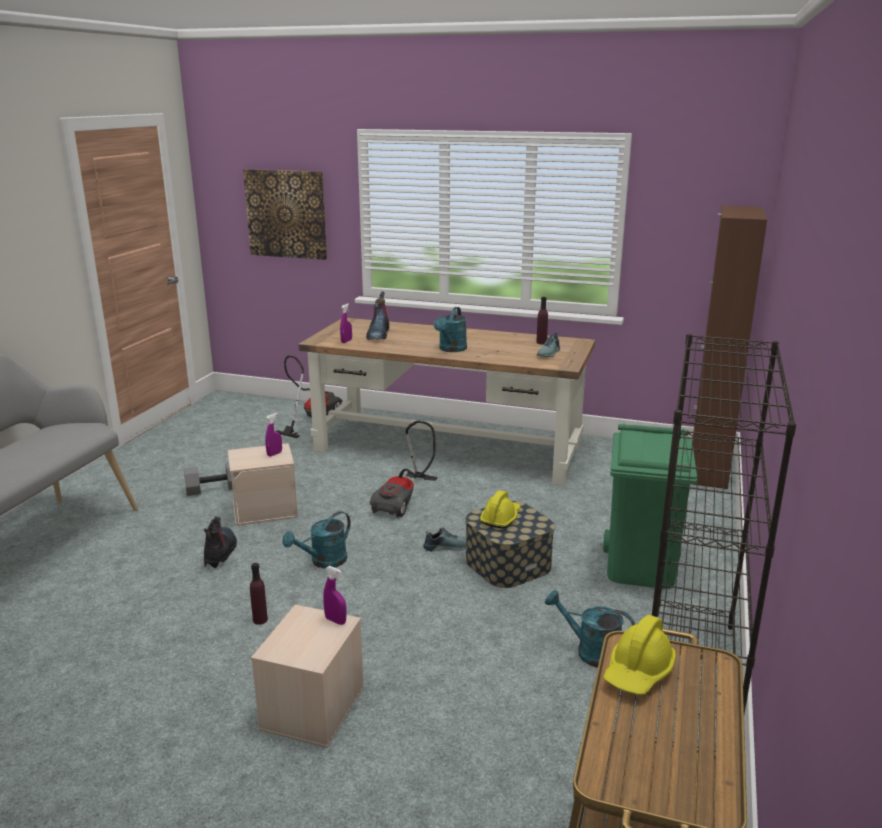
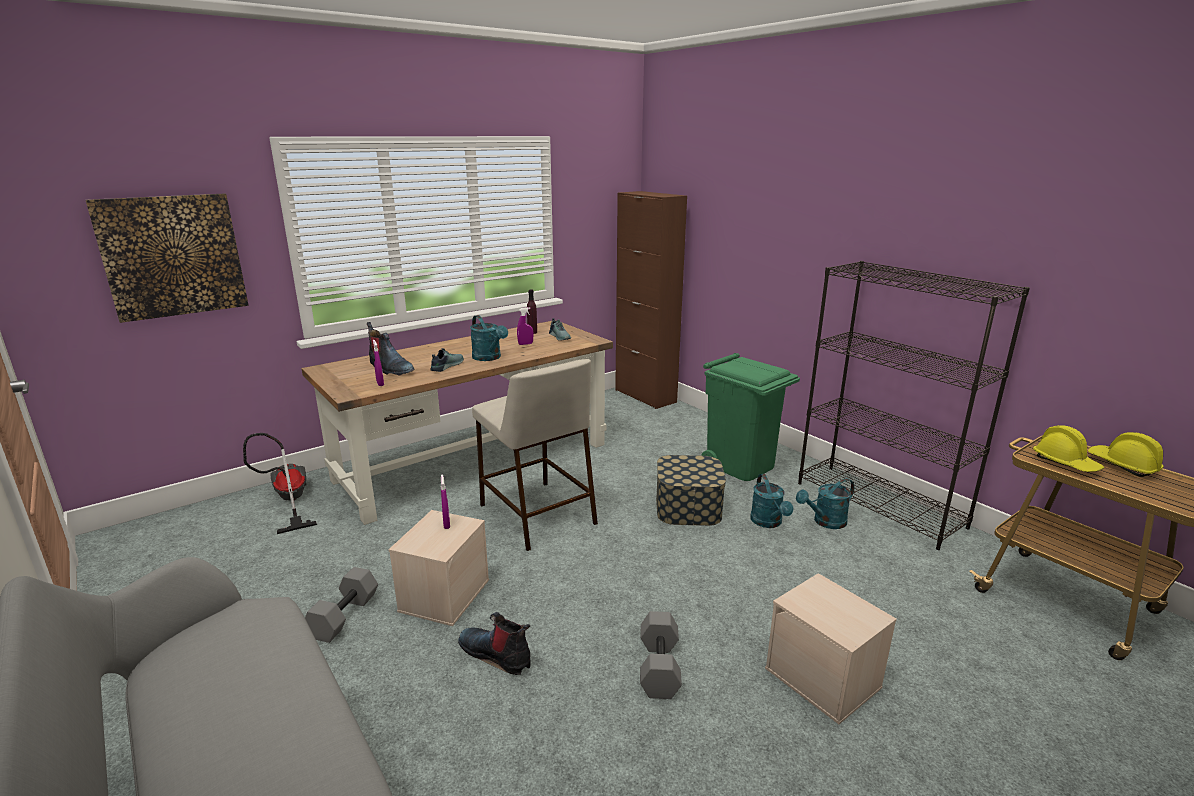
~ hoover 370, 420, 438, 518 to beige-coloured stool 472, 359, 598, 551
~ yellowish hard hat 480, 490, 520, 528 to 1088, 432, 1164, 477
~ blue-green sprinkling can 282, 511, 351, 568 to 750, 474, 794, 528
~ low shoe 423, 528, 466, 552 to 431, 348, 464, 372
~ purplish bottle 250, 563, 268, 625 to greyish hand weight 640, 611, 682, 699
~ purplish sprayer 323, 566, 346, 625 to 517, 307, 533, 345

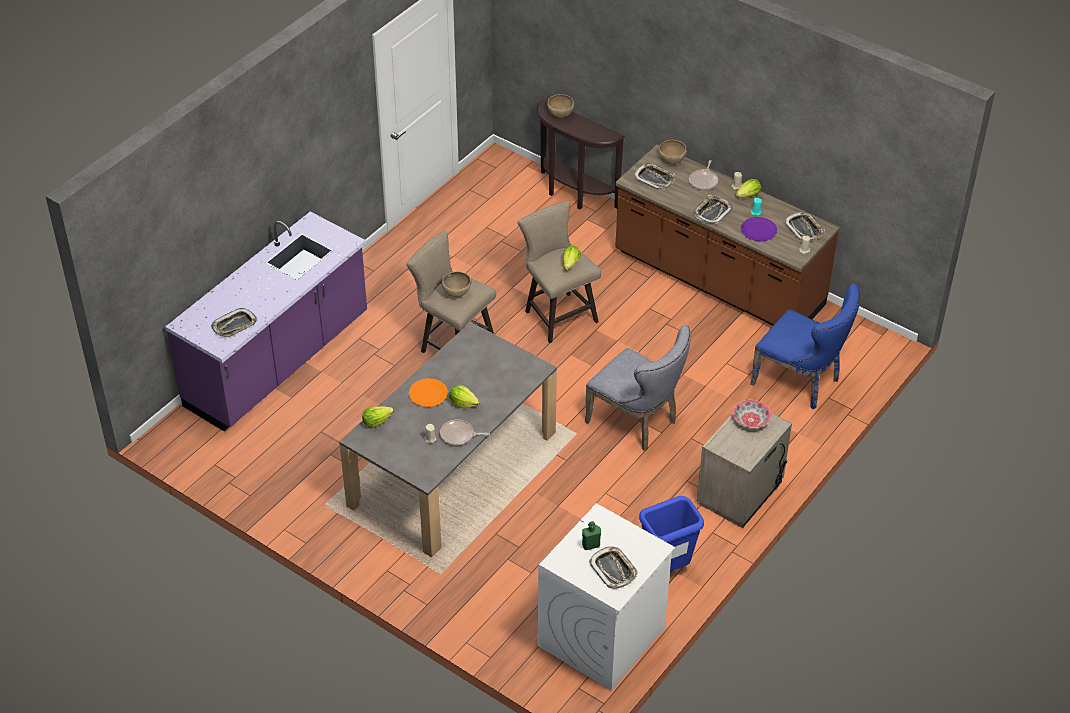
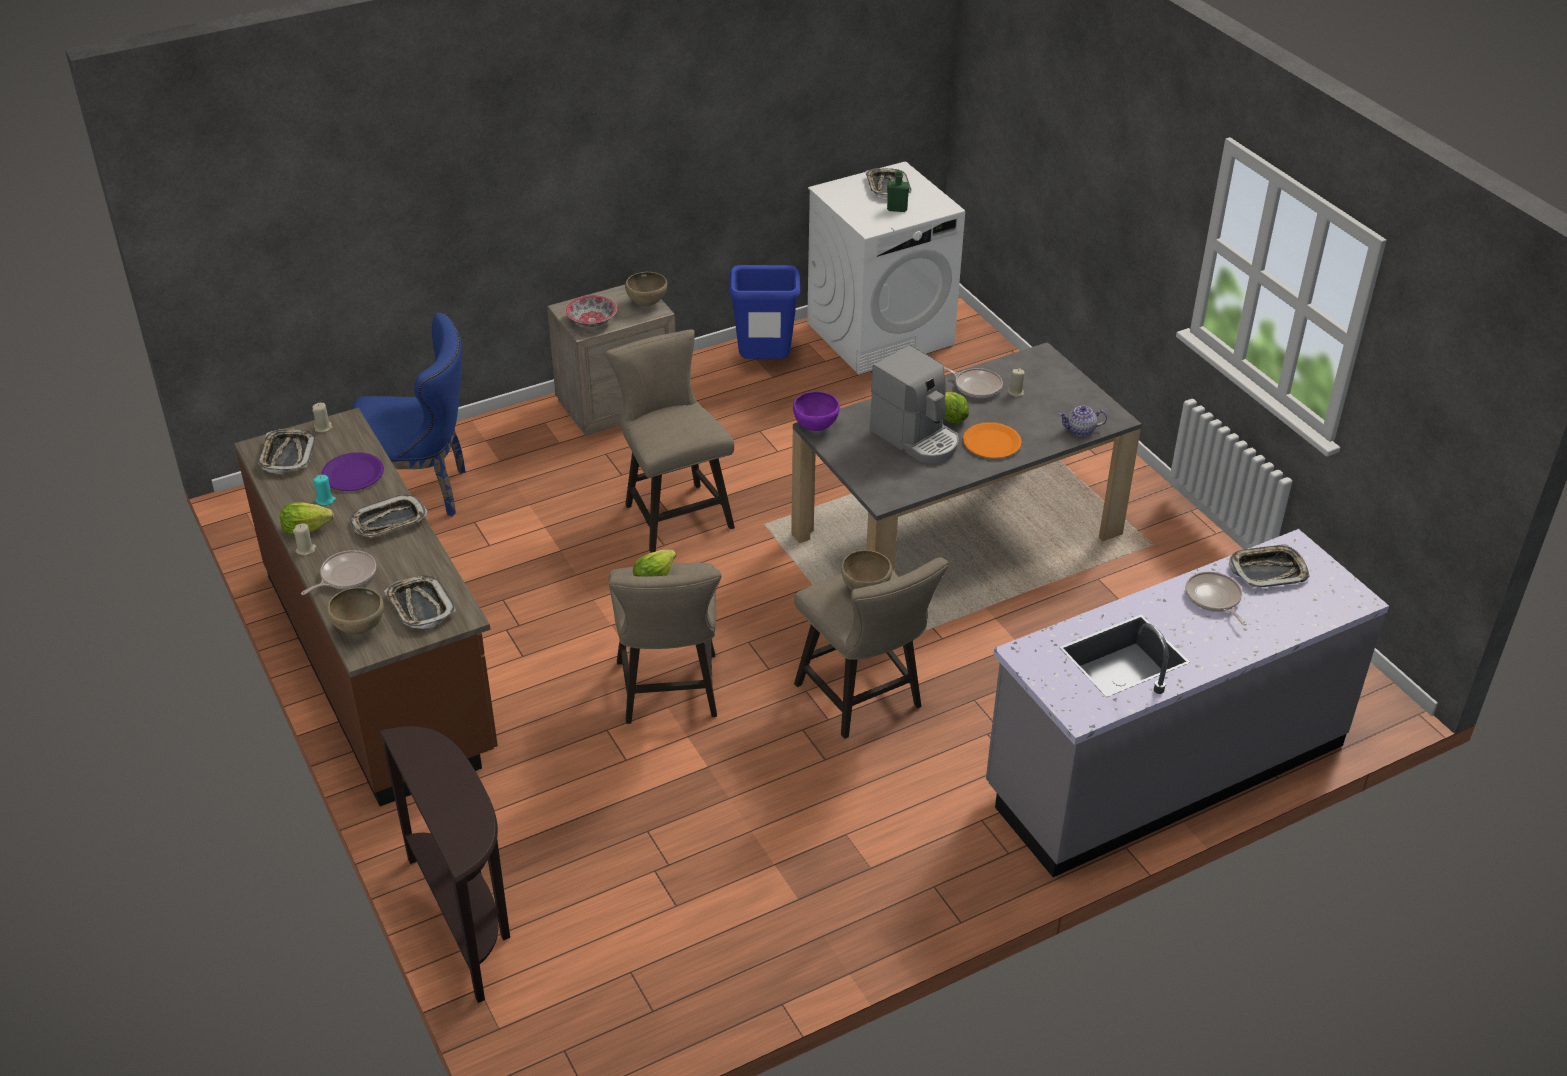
~ brown-coloured deep dish 547, 94, 574, 118 to 625, 272, 667, 306
~ purplish kitchen base unit 165, 212, 367, 431 to greyish kitchen base unit 986, 529, 1389, 877
~ bluish plain chair 750, 283, 860, 409 = 352, 313, 465, 517 120 degrees clockwise
~ greyish plain chair 585, 325, 691, 451 to beige-coloured stool 605, 329, 735, 553
~ head of lettuce 362, 406, 394, 428 to pot for tea 1059, 406, 1107, 436
+ coffee brewer 870, 345, 959, 463
+ purplish deep dish 793, 391, 840, 431
+ pan 1185, 572, 1247, 625

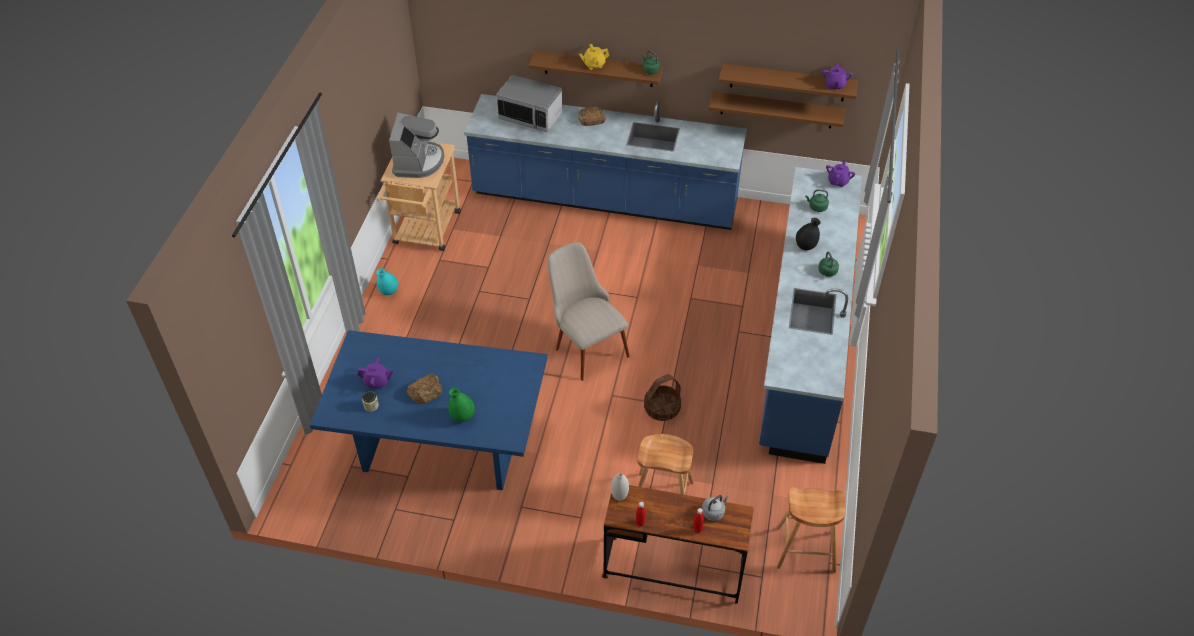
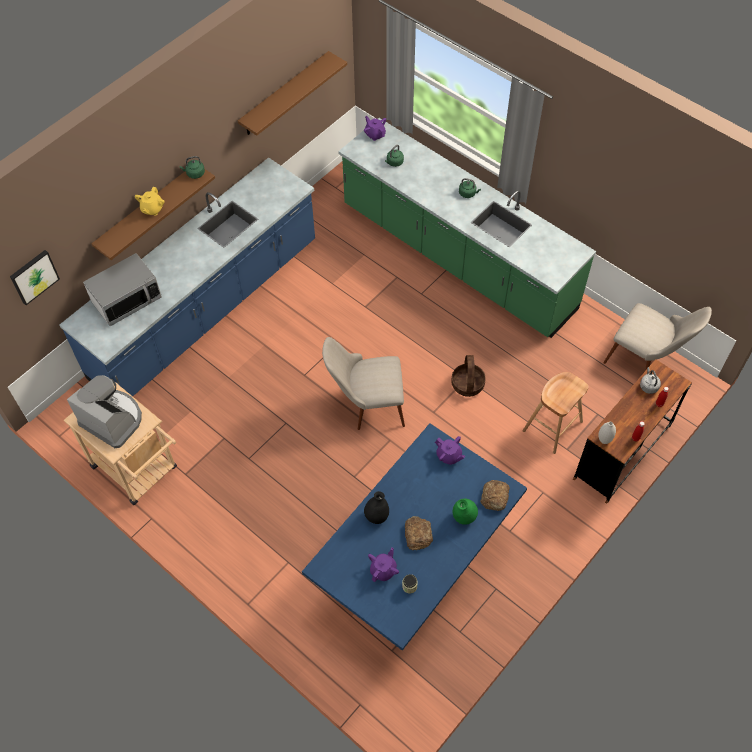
~ purplish pot for tea 822, 63, 853, 90 to 435, 436, 465, 465
- brown-coloured wall shelf 709, 92, 845, 129
~ baked bread 578, 107, 606, 126 to 480, 480, 510, 511
~ bluish kitchen base unit 759, 167, 862, 464 to green kitchen base unit 338, 118, 596, 338
~ black-coloured vase 796, 218, 821, 250 to 364, 491, 389, 524
- blue-green vase 376, 268, 398, 295
~ brown-coloured stool 776, 487, 845, 573 to beige-coloured plain chair 603, 303, 712, 371
+ wall picture 10, 250, 60, 305

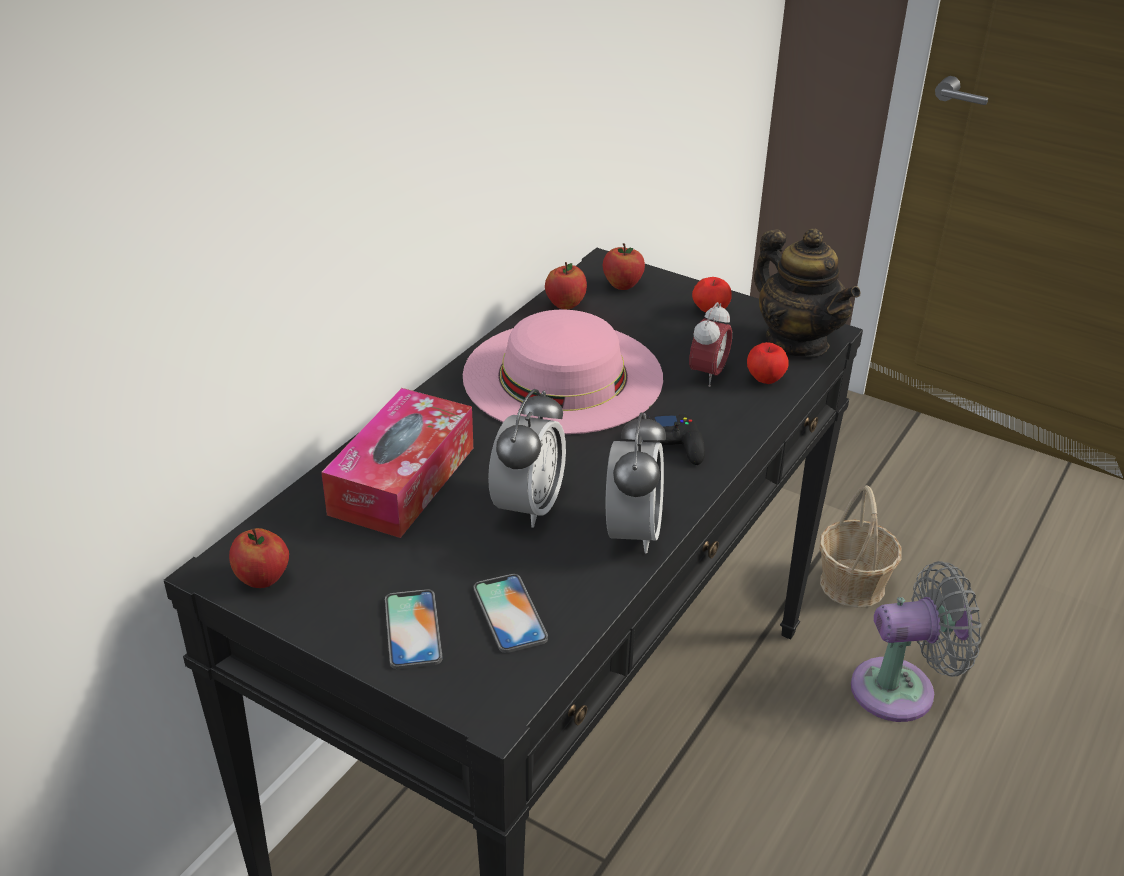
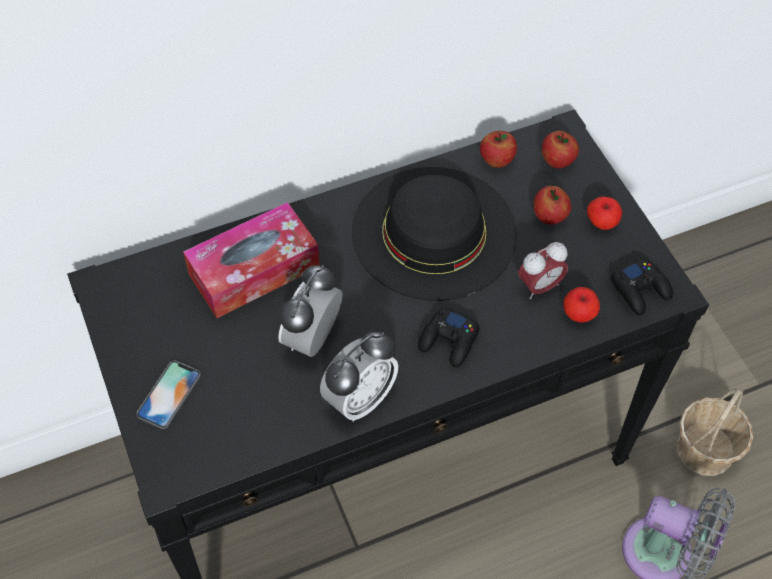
~ pot for tea 754, 229, 861, 357 to black-coloured joypad 611, 257, 673, 315
~ pinkish wearable hat 463, 310, 663, 434 to black-coloured wearable hat 352, 167, 517, 301
~ alarm clock 488, 389, 566, 528 = 278, 265, 342, 357 150 degrees clockwise
~ apple 229, 528, 289, 588 to 533, 186, 571, 225
- phone 474, 574, 548, 653

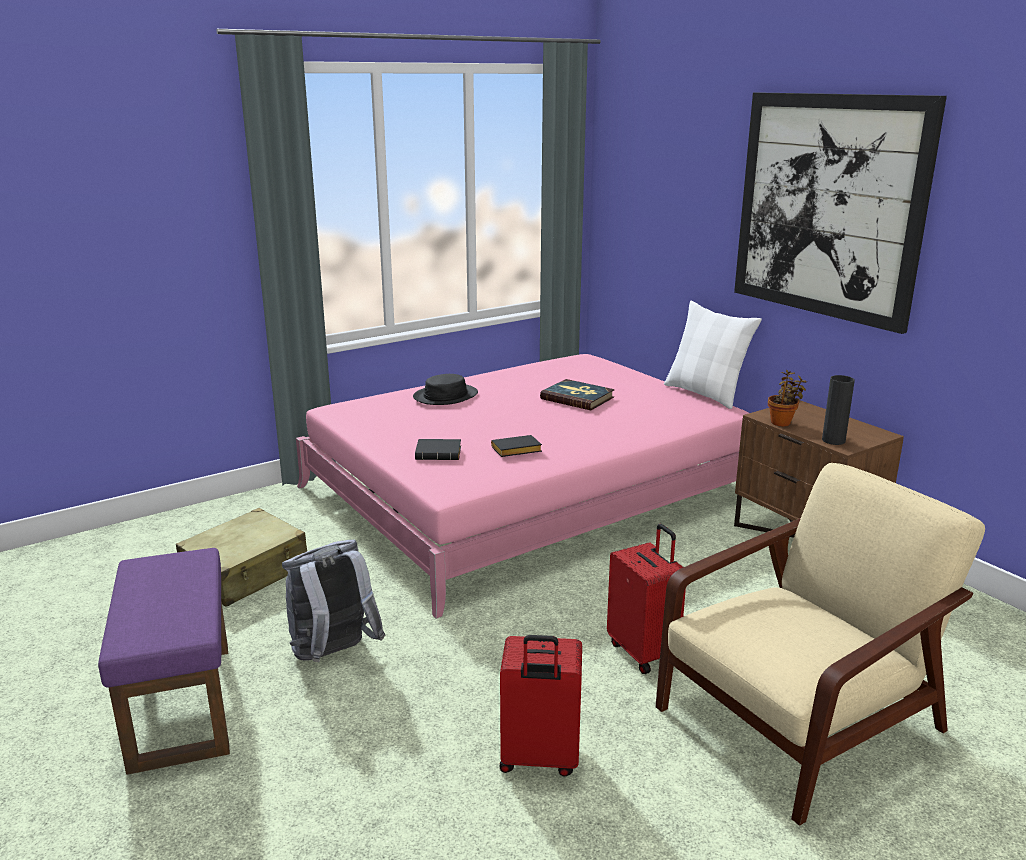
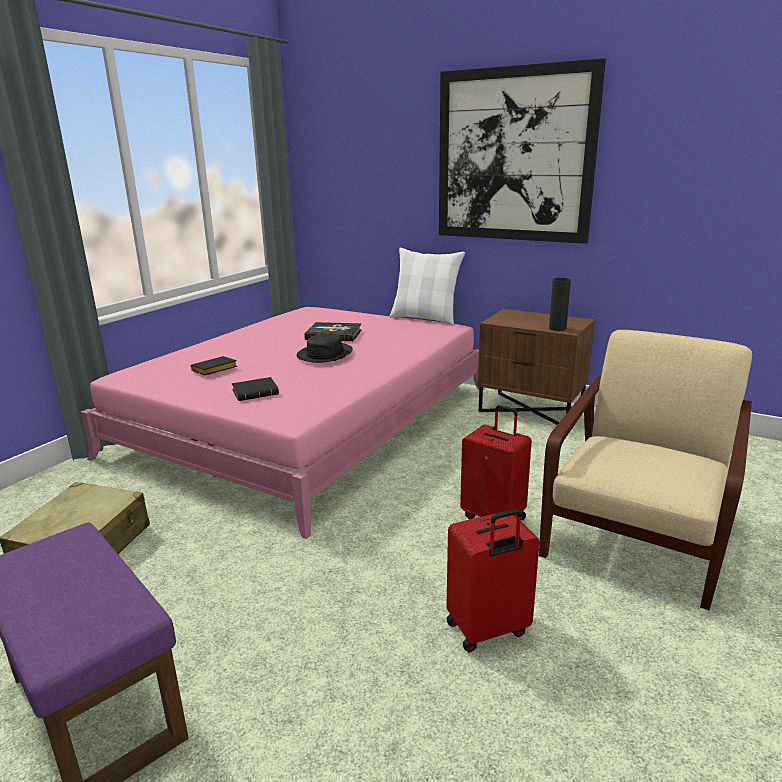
- plant in a pot 768, 370, 807, 426
~ black-coloured wearable hat 413, 374, 478, 405 to 296, 333, 353, 363
~ black-coloured bound book 491, 435, 542, 457 to 191, 356, 237, 376
- greyish backpack 282, 540, 385, 662

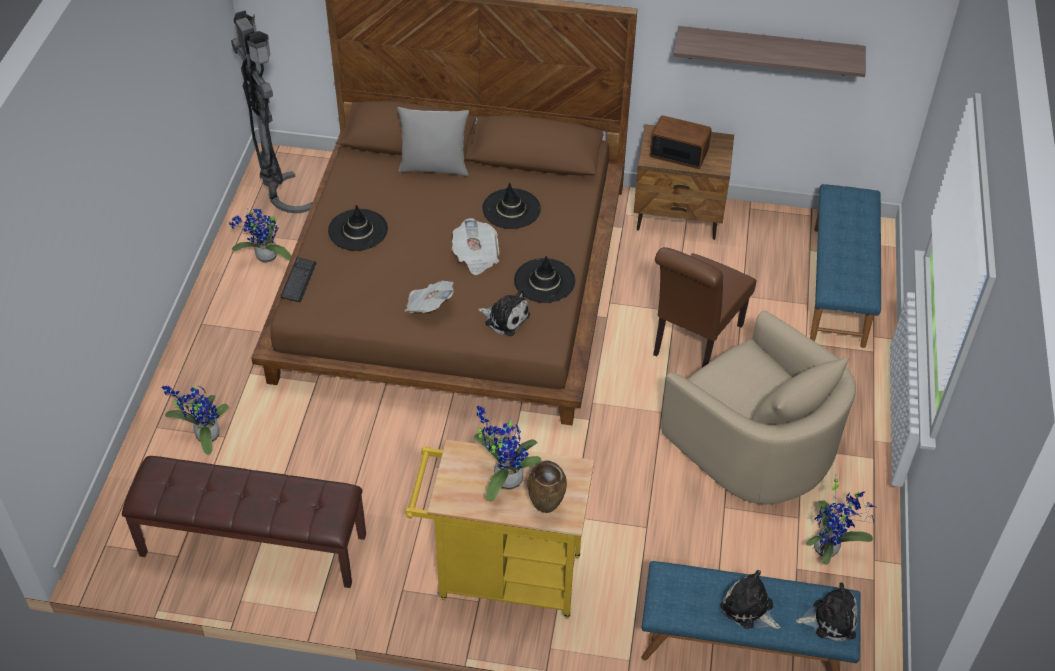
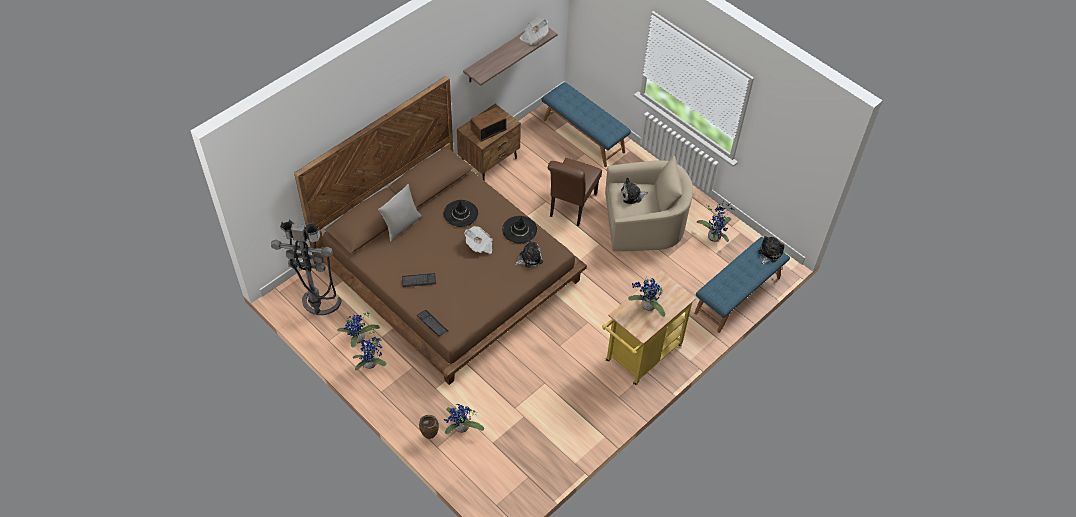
~ black-coloured wearable hat 328, 205, 388, 251 to keyboard 402, 273, 436, 287
~ brown-coloured plain chair 653, 247, 756, 368 = 548, 158, 602, 226 45 degrees clockwise
~ printed paper 405, 281, 454, 313 to 520, 18, 549, 45
- brown-coloured long seat 122, 456, 366, 588
~ brown-coloured vase 527, 460, 567, 513 to 419, 415, 439, 439
~ cuddly toy 720, 570, 780, 629 to 621, 178, 648, 204
+ plant in a pot 353, 328, 387, 371

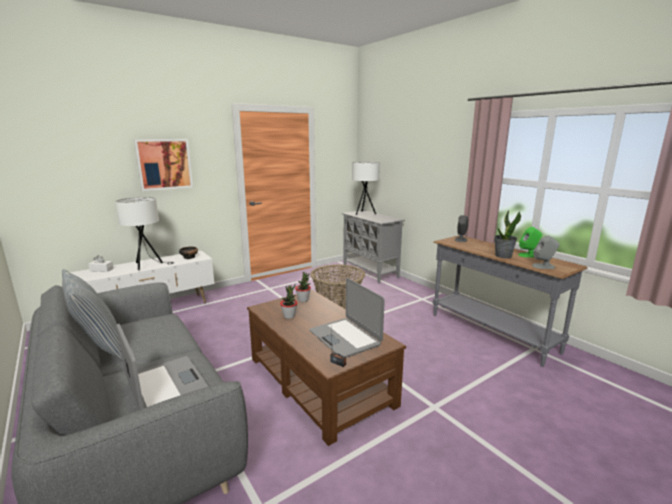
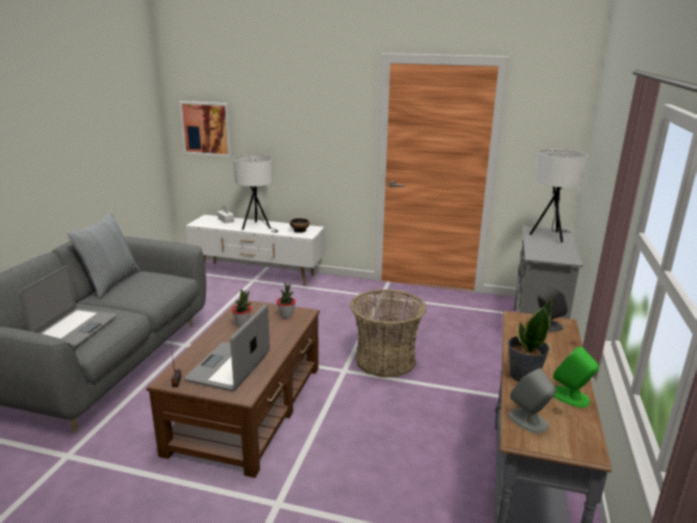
~ wall picture 134, 139, 193, 191 to 179, 101, 232, 157

